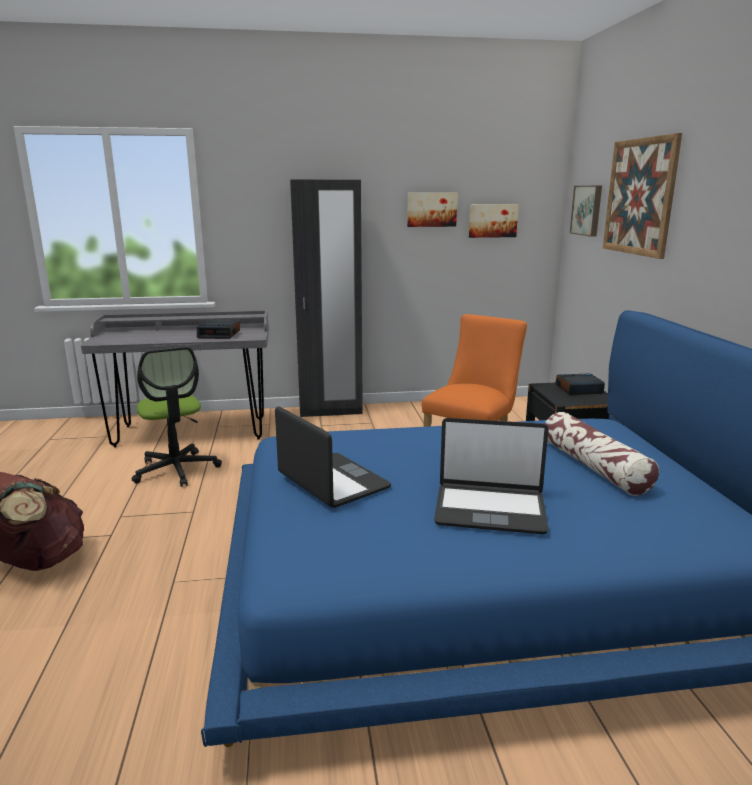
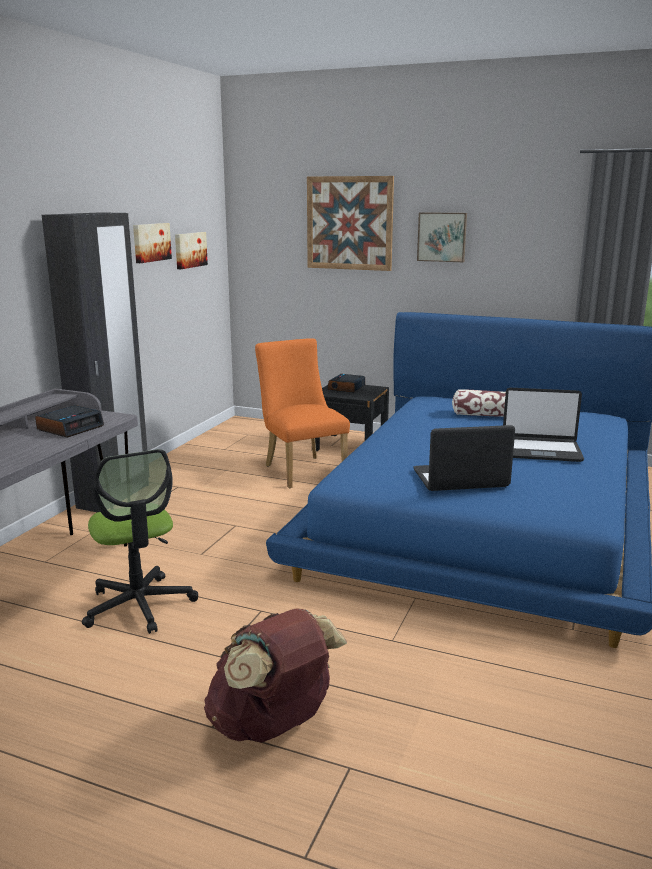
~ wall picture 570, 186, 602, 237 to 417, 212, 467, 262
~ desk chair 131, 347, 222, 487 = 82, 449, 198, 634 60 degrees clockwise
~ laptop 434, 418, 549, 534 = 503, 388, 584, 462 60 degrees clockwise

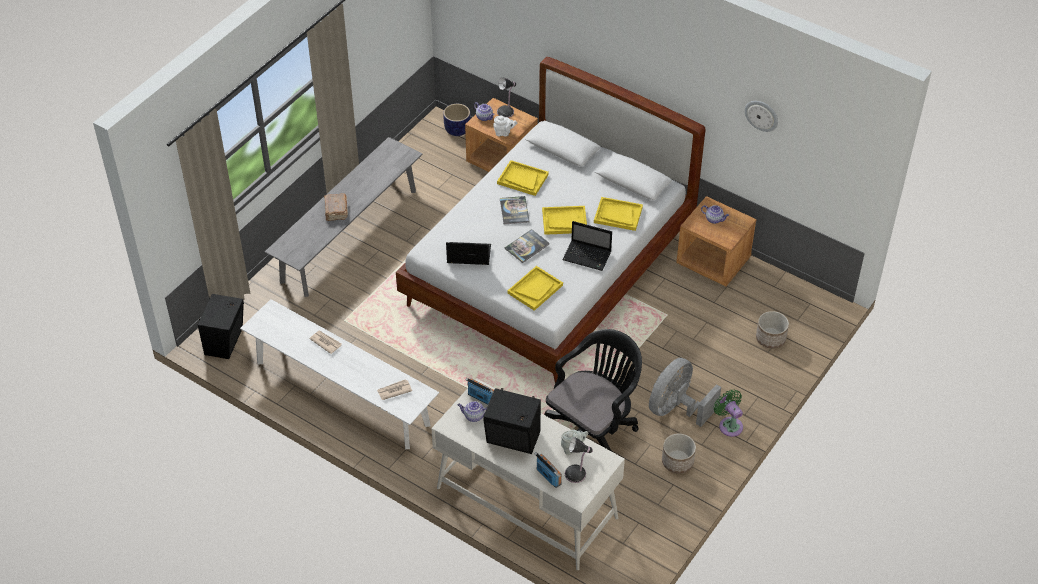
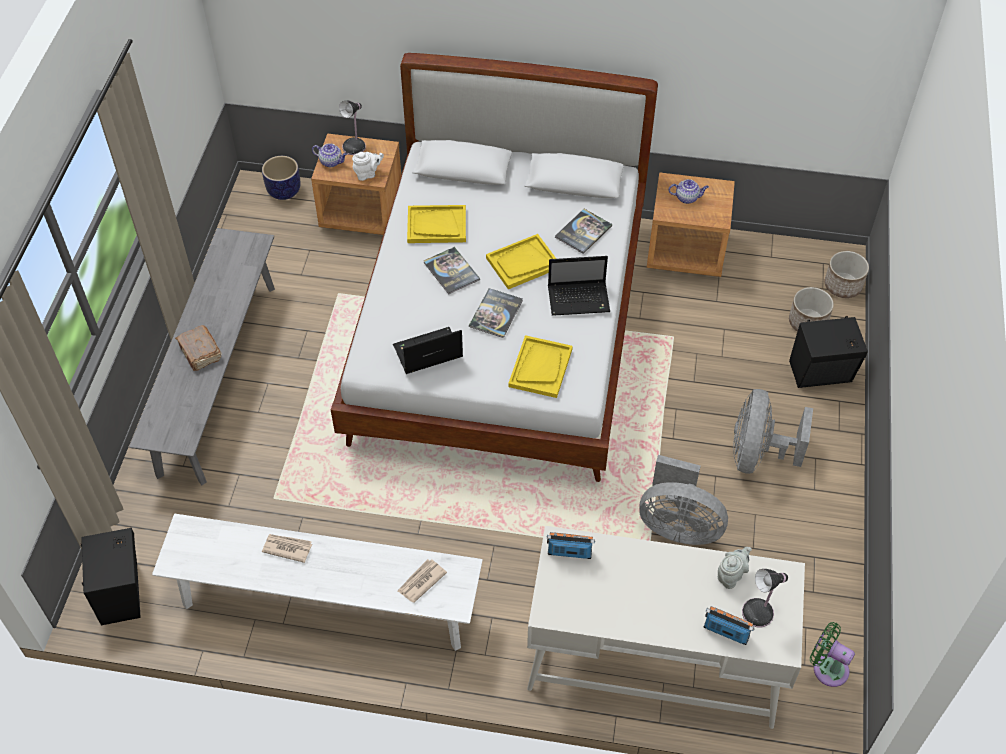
- clock on the wall 745, 101, 778, 132
~ yellowish tray 594, 197, 643, 231 to bound book 555, 209, 612, 254
~ black-coloured desk chair 544, 329, 642, 452 to greyish electric fan 639, 455, 728, 545
~ black-coloured loudspeaker 483, 388, 541, 454 to 789, 316, 868, 388
~ green electric fan 714, 390, 743, 437 to 810, 622, 855, 687
- pot for tea 458, 401, 487, 422
~ flower pot 662, 433, 696, 473 to 825, 251, 869, 298

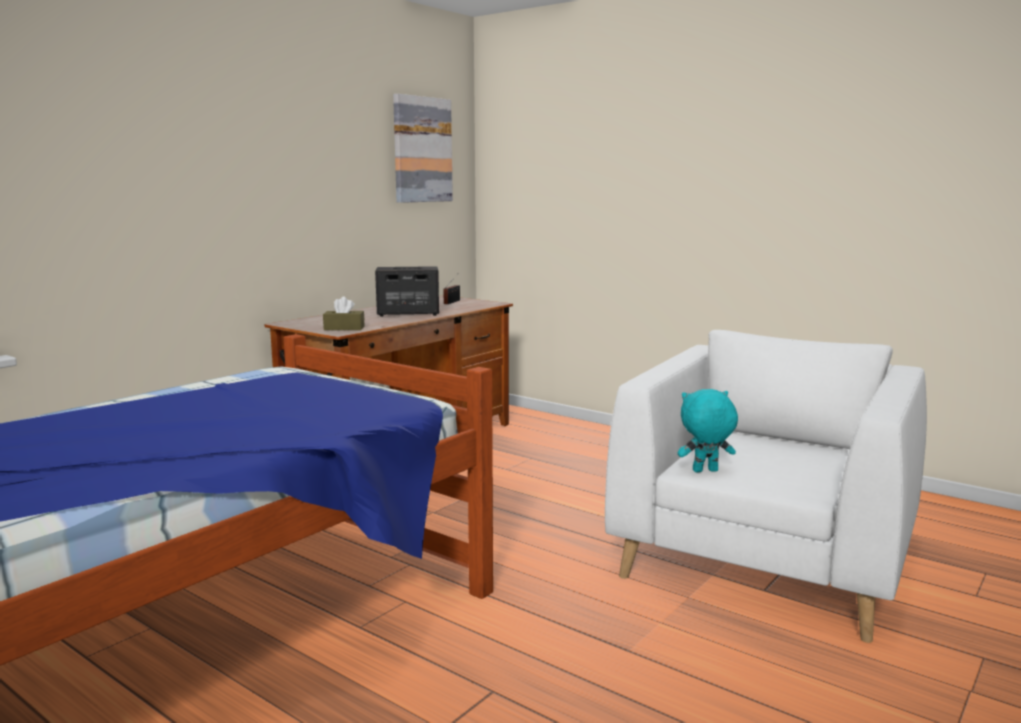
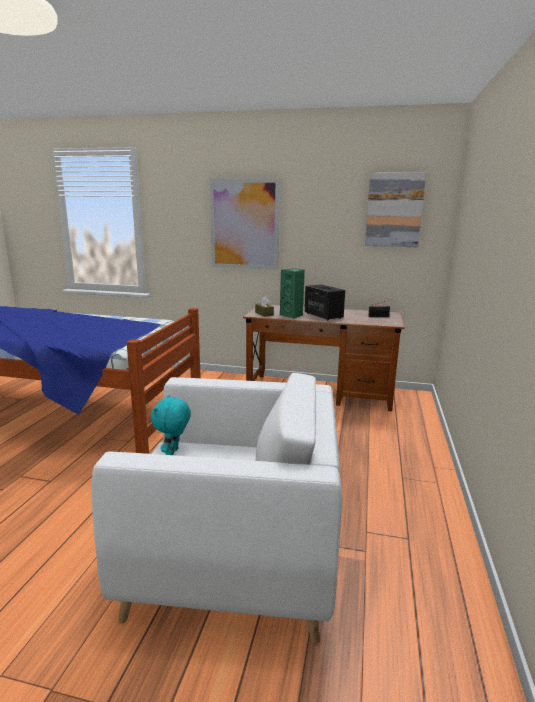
~ blue-green cuddly toy 678, 389, 738, 472 = 151, 395, 191, 455 135 degrees counterclockwise
+ wall picture 210, 178, 280, 270
+ green loudspeaker 280, 269, 305, 319

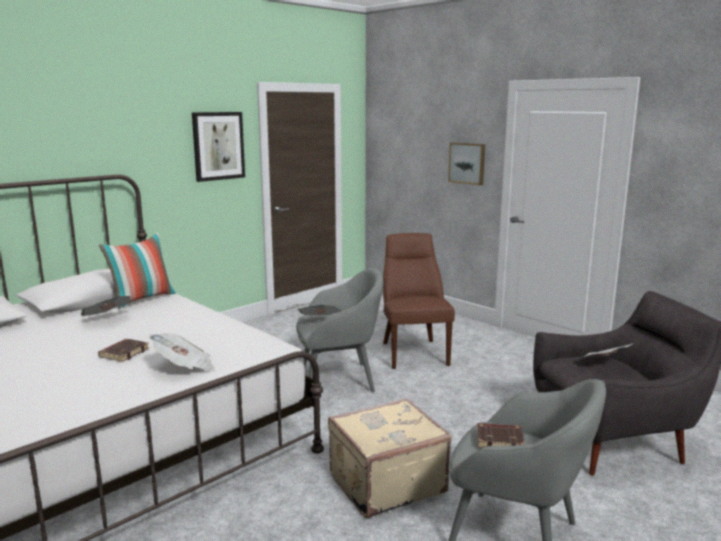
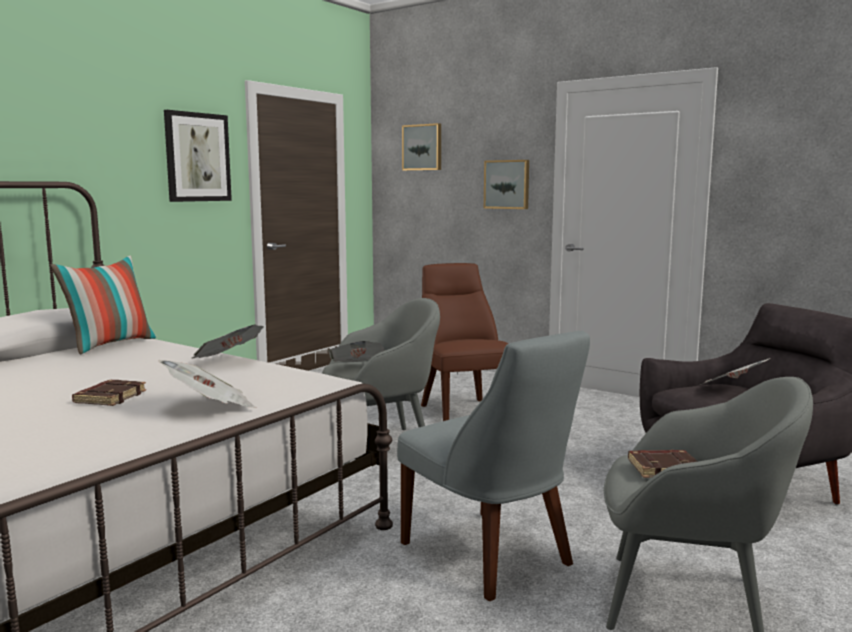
~ printed paper 81, 296, 131, 316 to 192, 325, 263, 358
~ beige-coloured piece of luggage 328, 398, 452, 519 to greyish plain chair 397, 331, 590, 601
+ wall picture 402, 123, 441, 171

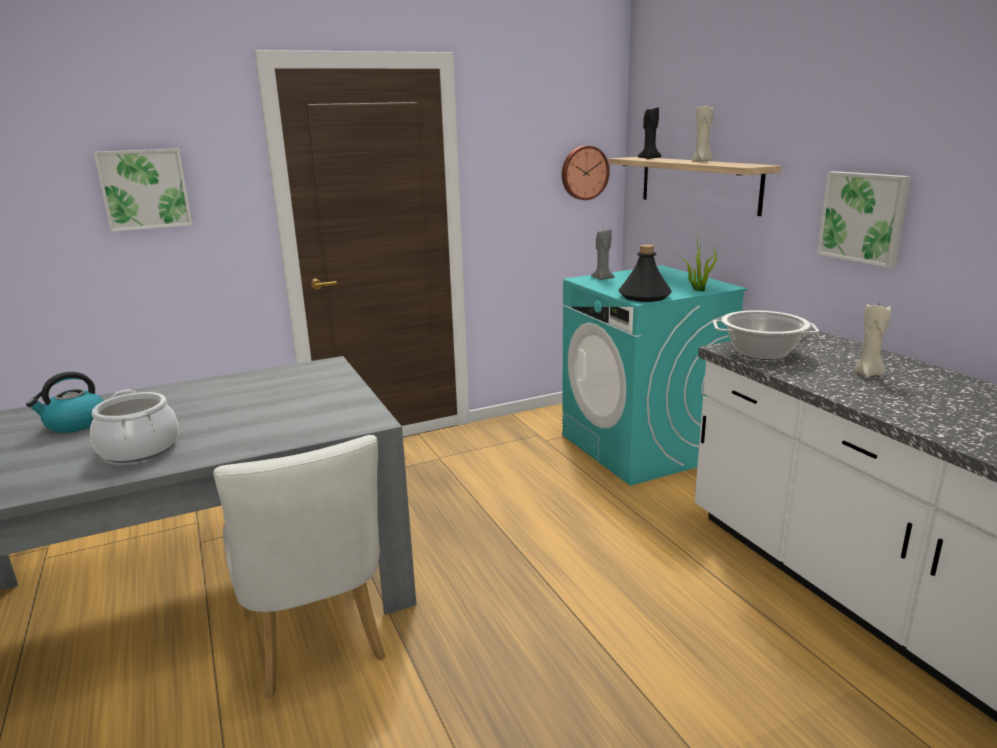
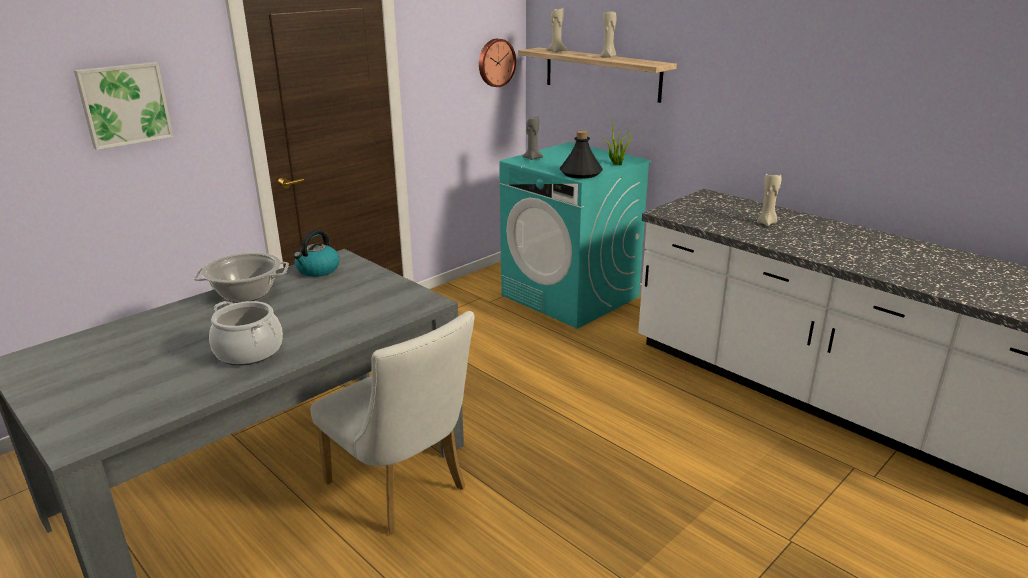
~ black-coloured wax light 638, 107, 661, 159 to beige-coloured wax light 547, 8, 567, 52
- wall picture 817, 171, 911, 268
~ stockpot 713, 310, 819, 360 to 194, 252, 289, 303
~ kettle 26, 372, 104, 433 to 294, 230, 340, 277

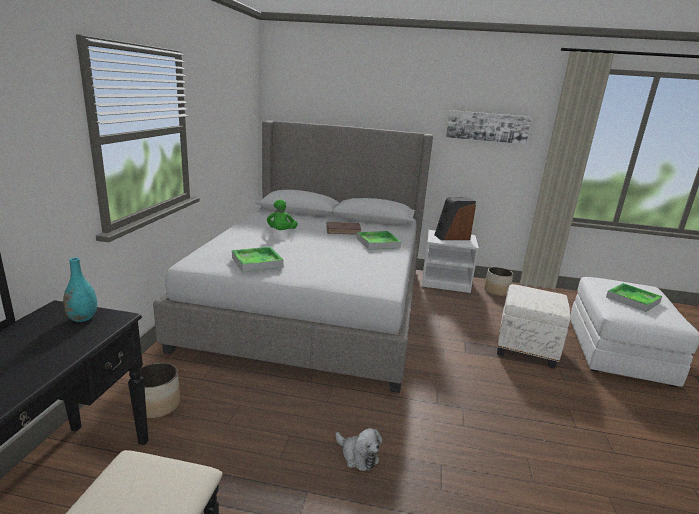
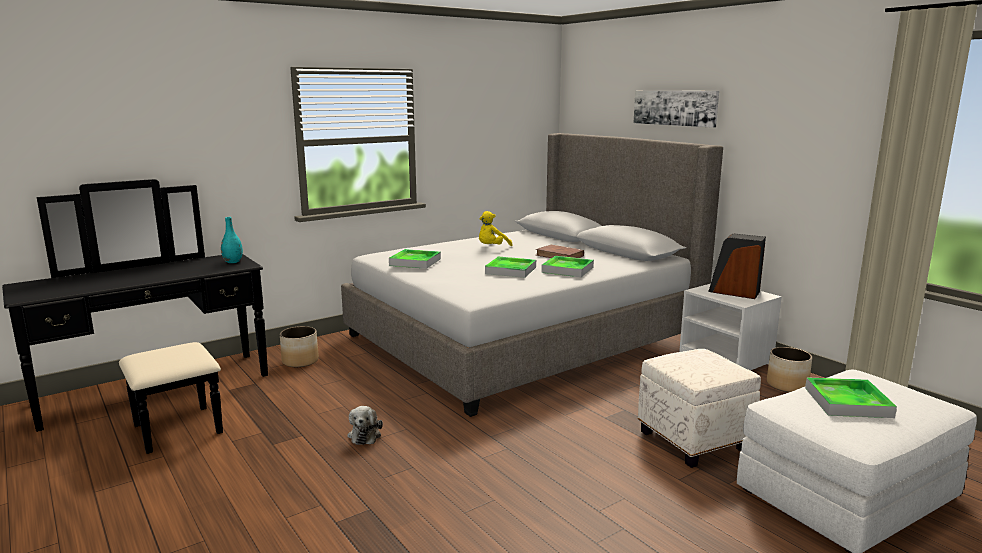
~ wall picture 446, 110, 532, 144 to 633, 91, 719, 128
~ green cuddly toy 267, 199, 298, 230 to yellowish cuddly toy 479, 211, 512, 246
+ tray 485, 257, 536, 278

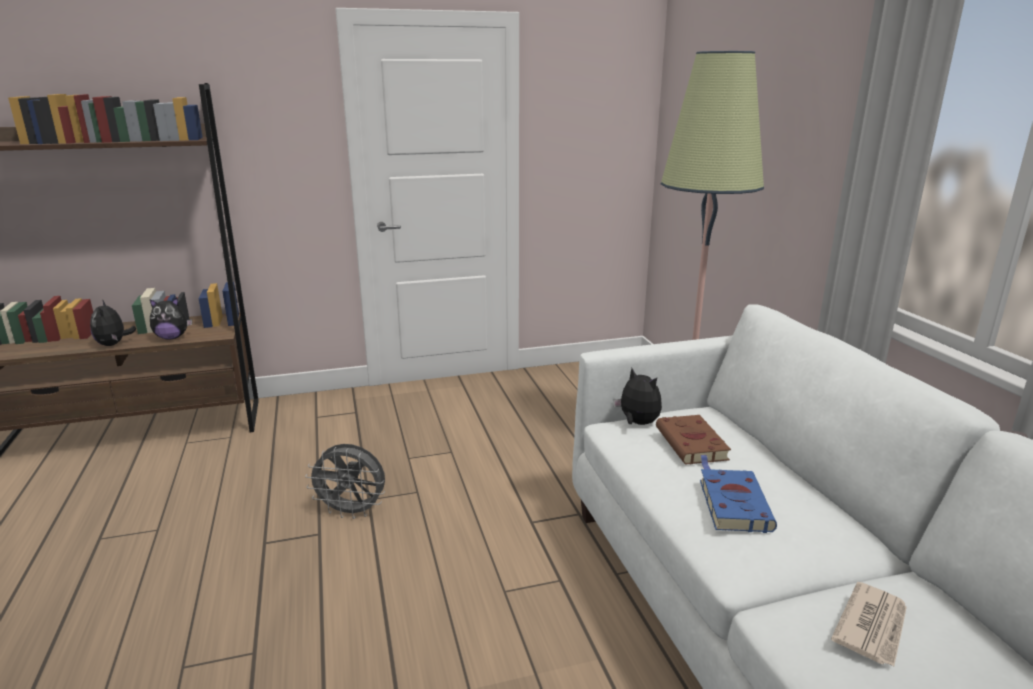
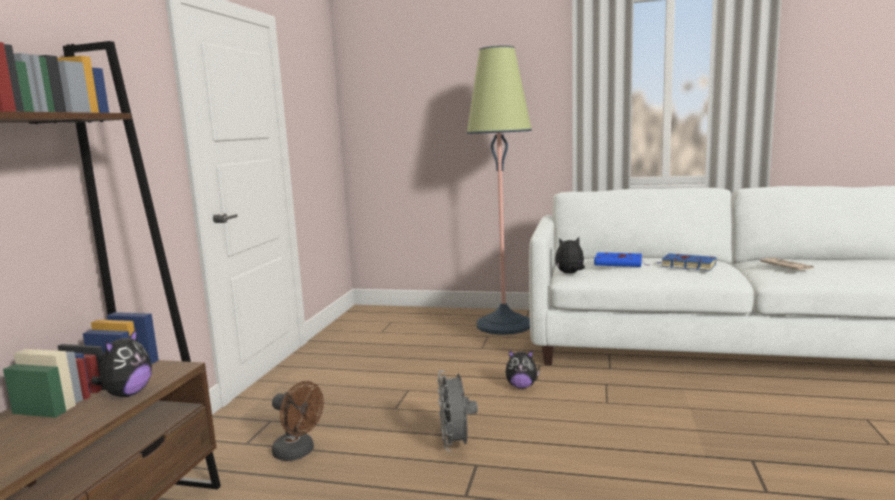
~ cuddly toy 90, 300, 136, 346 to 505, 350, 540, 389
~ brown-coloured bound book 656, 415, 731, 469 to bluish bound book 594, 252, 651, 267
~ greyish electric fan 305, 444, 385, 519 = 437, 370, 478, 452 135 degrees clockwise
+ brown-coloured electric fan 272, 381, 324, 461

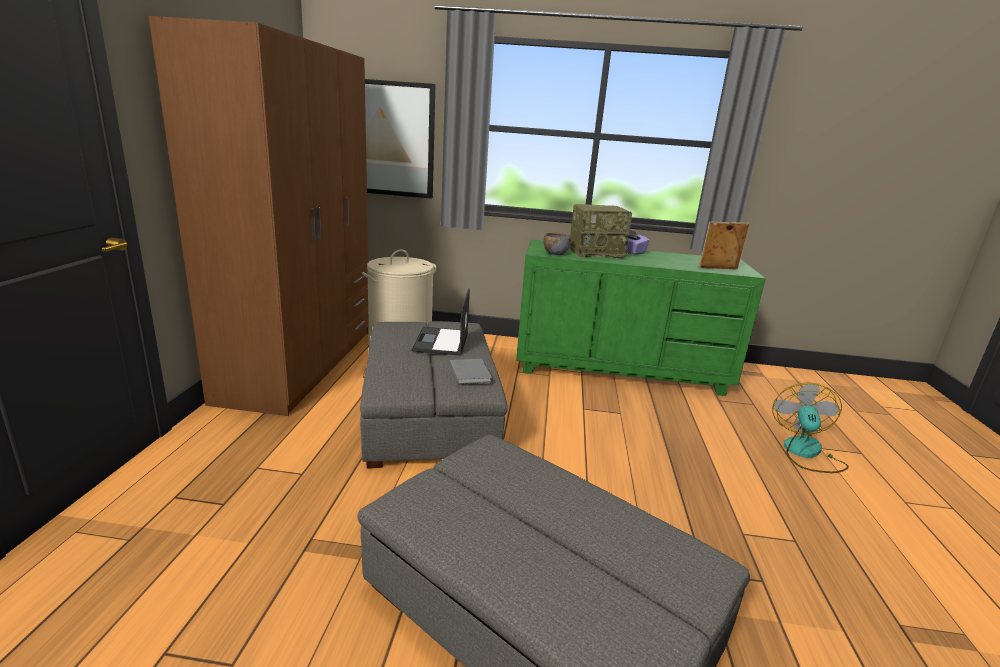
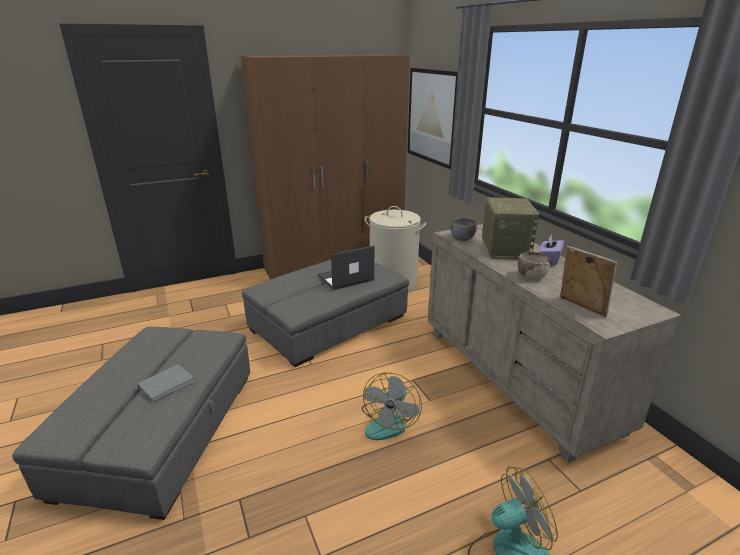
~ radio receiver 569, 204, 632, 258 = 482, 197, 539, 260 135 degrees counterclockwise
~ green dresser 516, 240, 766, 396 to beige-coloured dresser 428, 224, 681, 463
~ greyish bound book 450, 359, 492, 385 to 137, 364, 195, 403
+ beige-coloured deep dish 517, 252, 551, 281
+ electric fan 362, 372, 422, 440

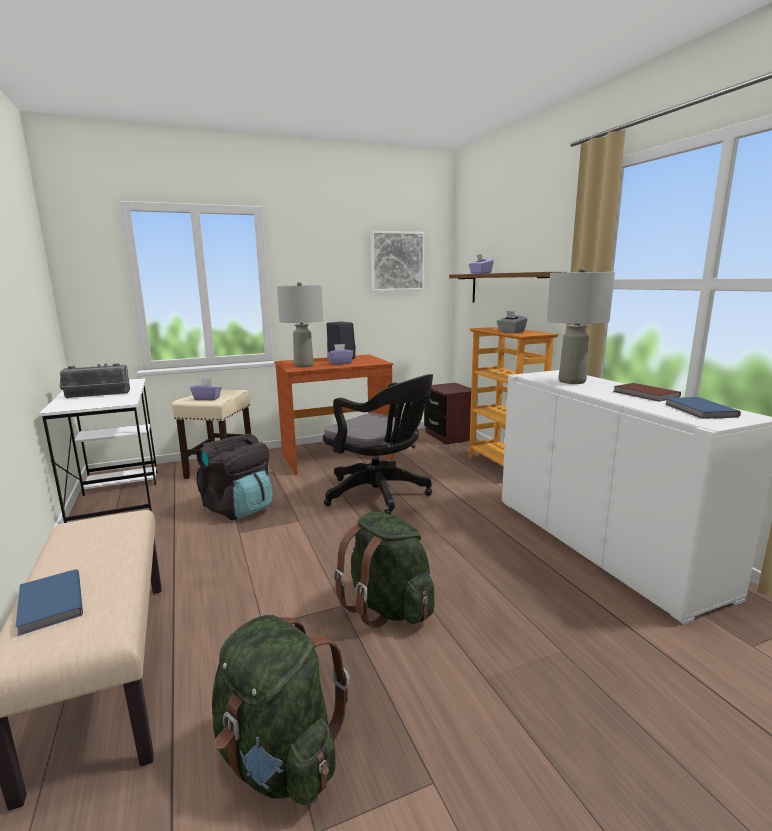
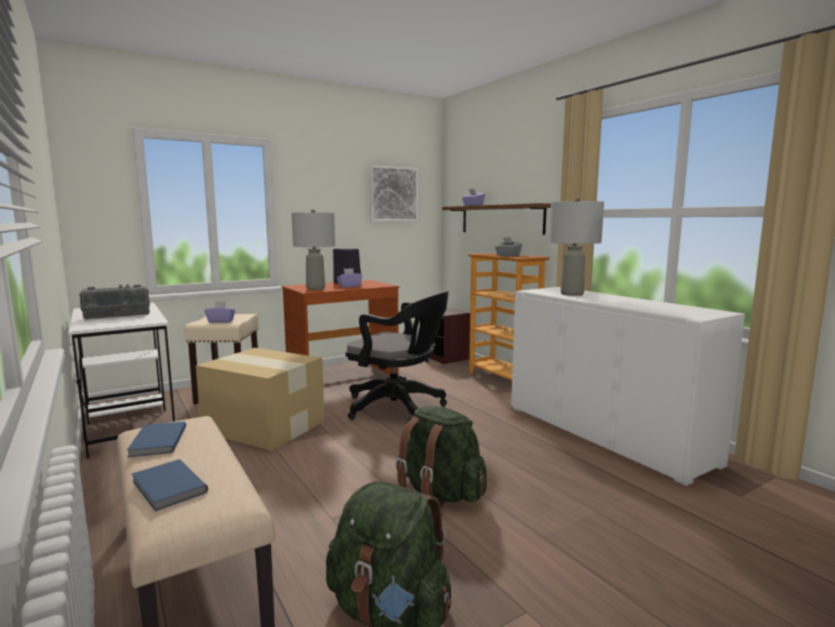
- brown-coloured bound book 613, 383, 681, 402
~ bluish bound book 665, 397, 741, 419 to 127, 421, 186, 457
~ black-coloured backpack 197, 434, 273, 520 to cardboard box 196, 348, 324, 451

